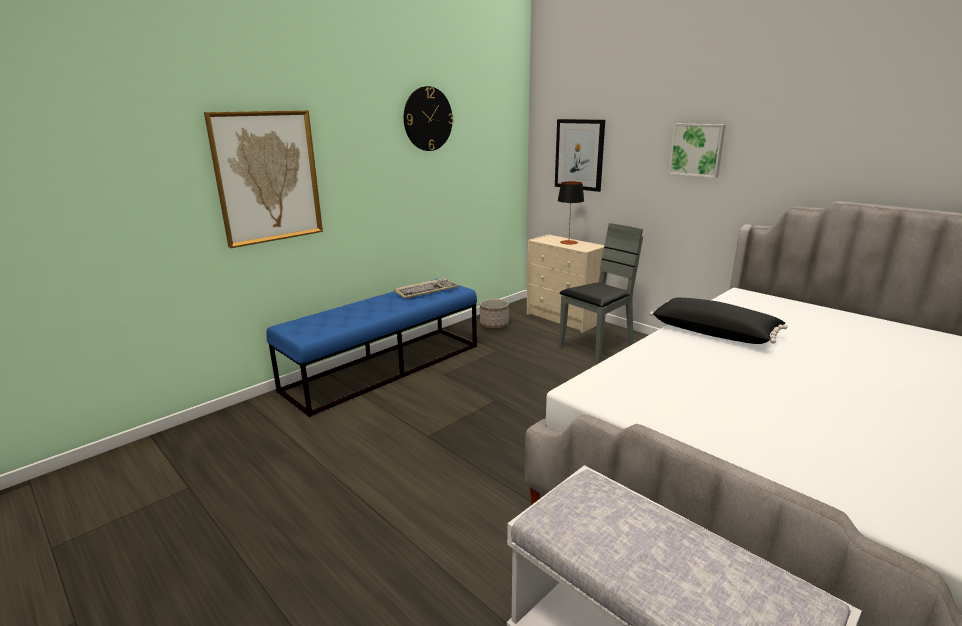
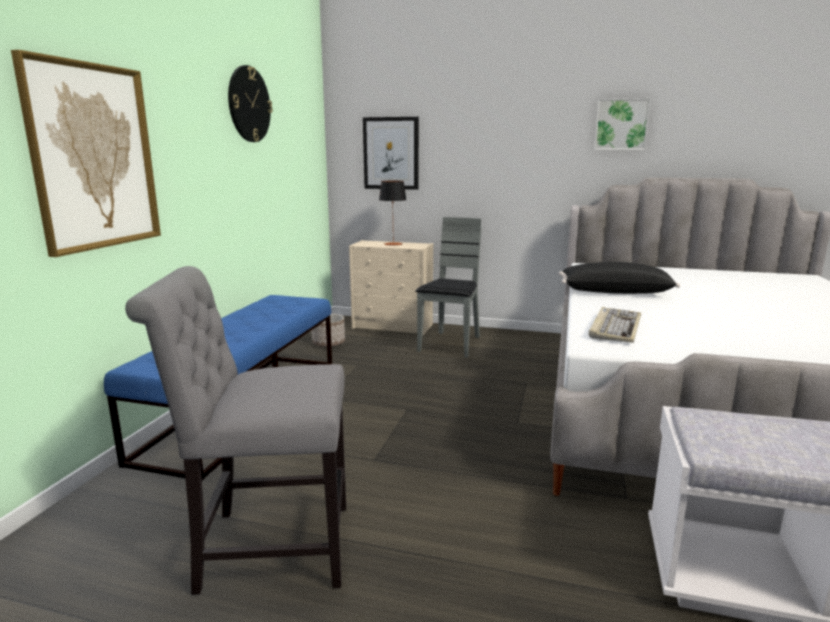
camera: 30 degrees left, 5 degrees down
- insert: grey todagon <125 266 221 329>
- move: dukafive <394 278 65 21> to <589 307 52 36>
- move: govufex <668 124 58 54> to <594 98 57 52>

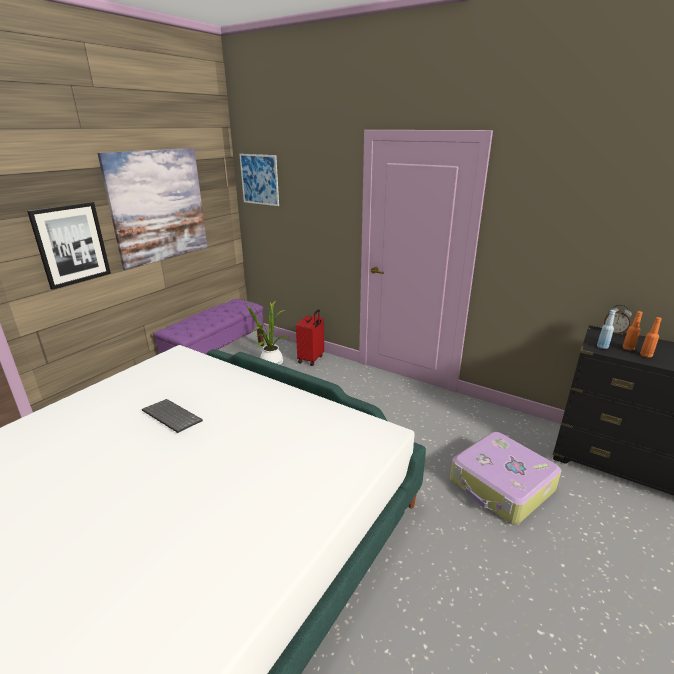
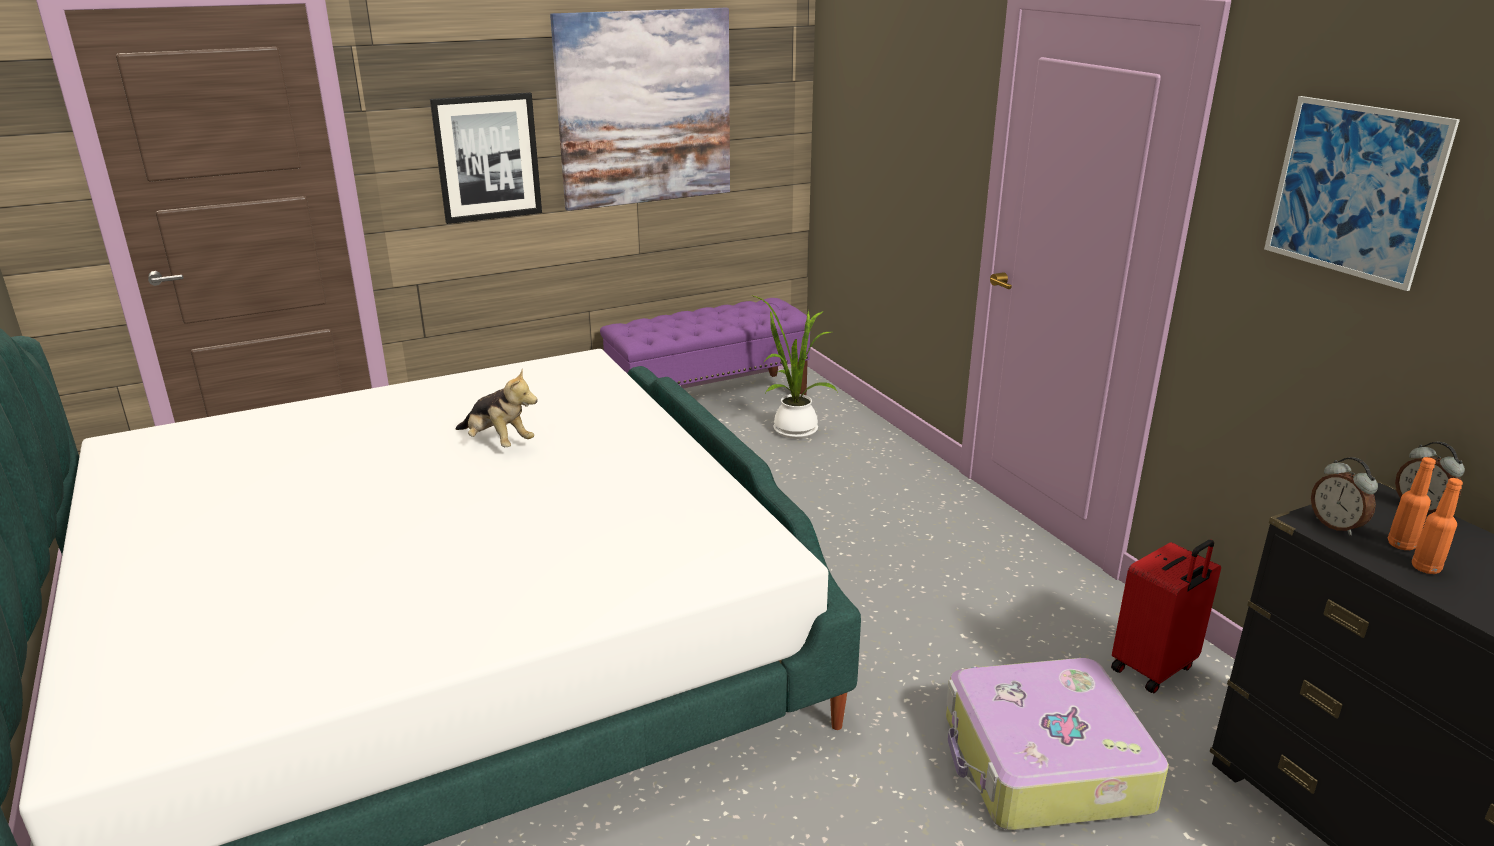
camera: 30 degrees right, 0 degrees up
- move: govufex <239 154 40 52> to <1264 96 196 195>
- move: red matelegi <296 309 28 57> to <1111 540 110 154>
- replace: dukafive <142 399 61 34> to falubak <456 369 82 78>
- replace: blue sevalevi <597 310 19 39> to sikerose <1311 457 67 78>

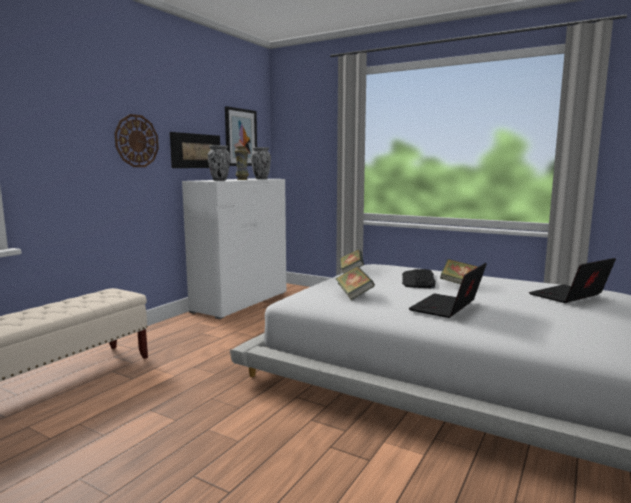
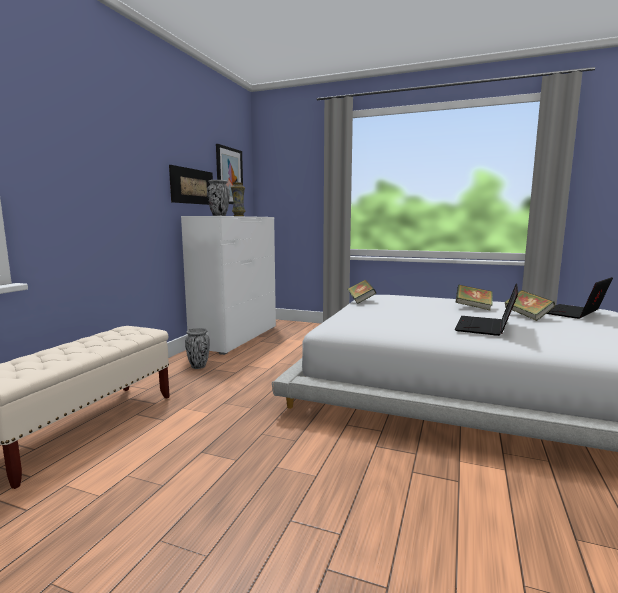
camera: 10 degrees left, 0 degrees up
- delete: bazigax <114 114 45 53>
- delete: dukafive <402 269 33 19>
- move: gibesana <251 147 20 32> to <185 328 25 41>
- move: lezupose <335 266 40 34> to <504 290 51 31>

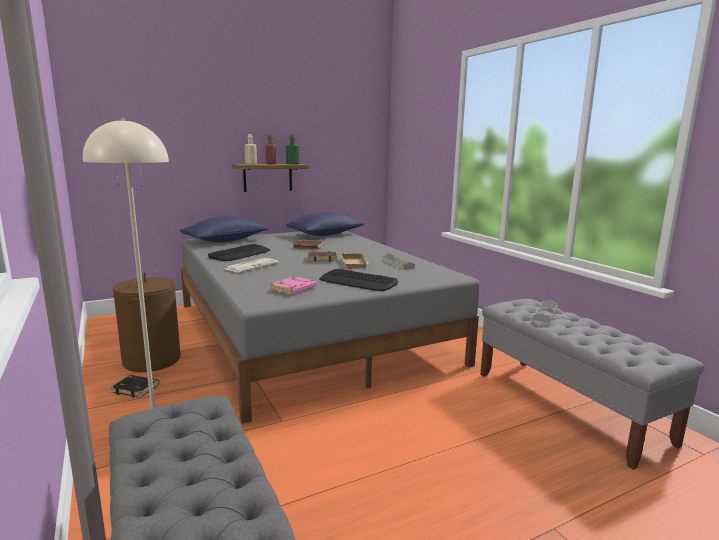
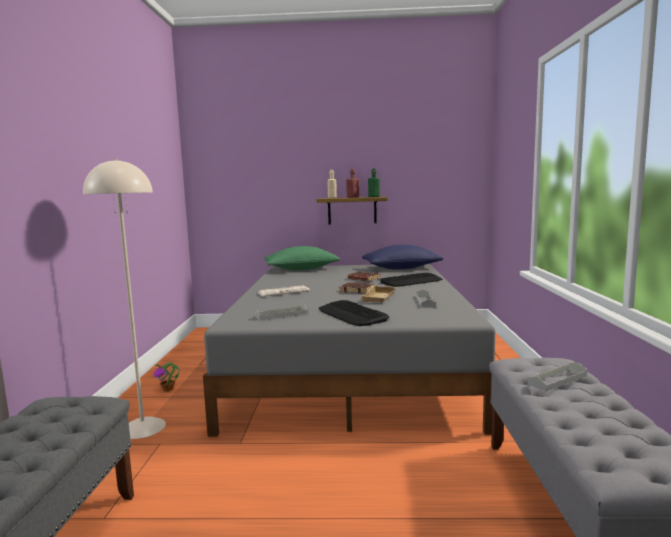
camera: 30 degrees right, 5 degrees down
- delete: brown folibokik <113 272 68 100>
- move: dukafive <208 244 62 17> to <380 273 62 14>
- replace: black lezupose <110 375 49 23> to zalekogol <153 362 26 29>
- replace: pink lezupose <271 276 45 18> to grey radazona <255 304 52 17>
- recolor: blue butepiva <180 216 88 27> to green butepiva <264 246 76 24>

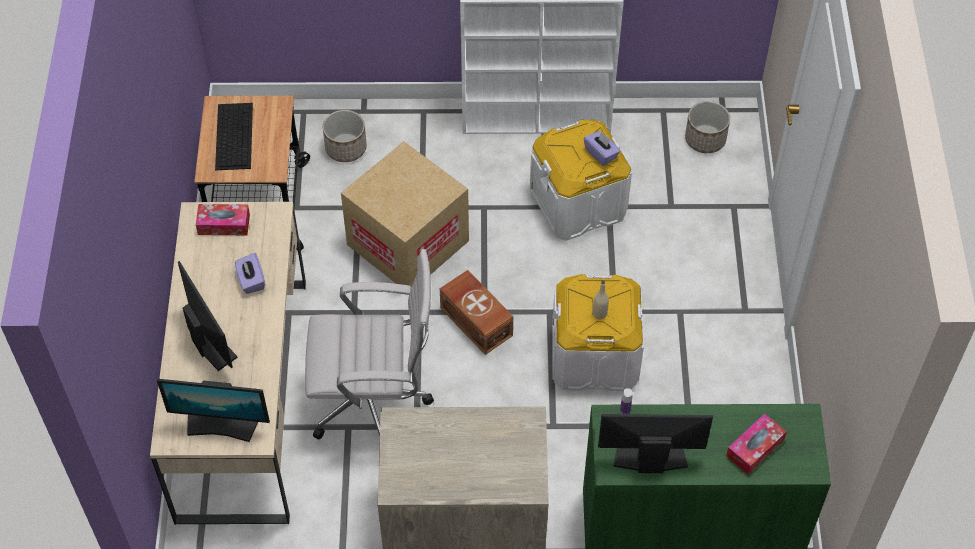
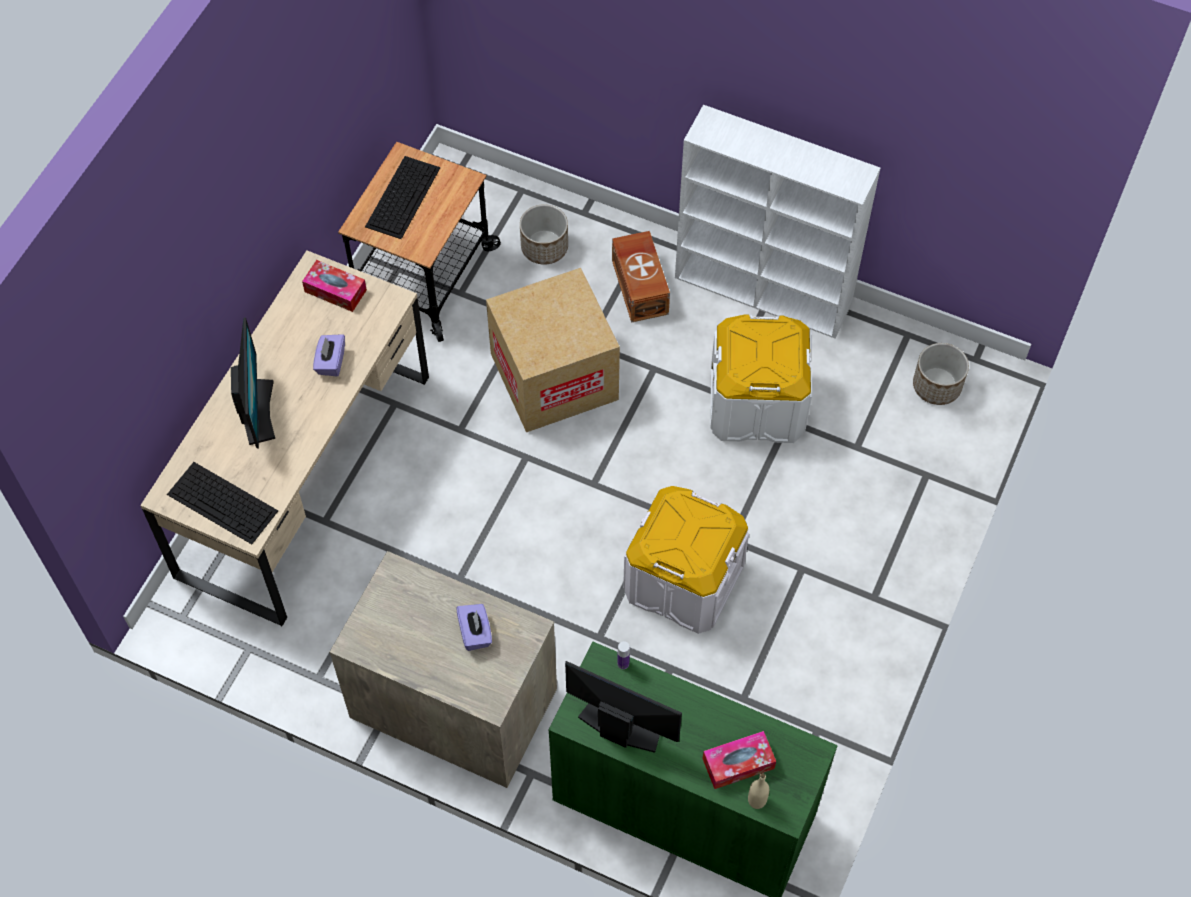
camera: 25 degrees right, 5 degrees up
- delete: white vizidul <305 249 129 191>
- move: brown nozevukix <440 270 73 85> to <612 231 58 91>
- move: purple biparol <584 131 36 35> to <456 604 36 47>
- move: beige sevalevi <593 281 16 38> to <748 773 21 36>
- replace: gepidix <157 379 113 63> to dukafive <167 462 111 82>

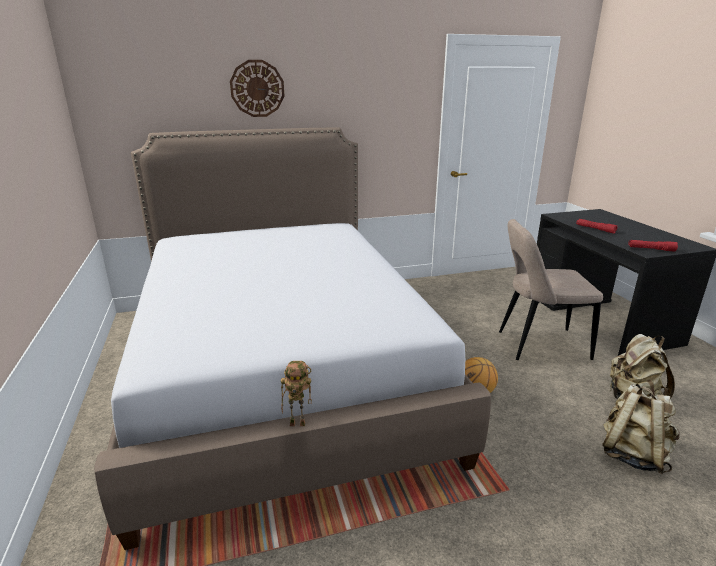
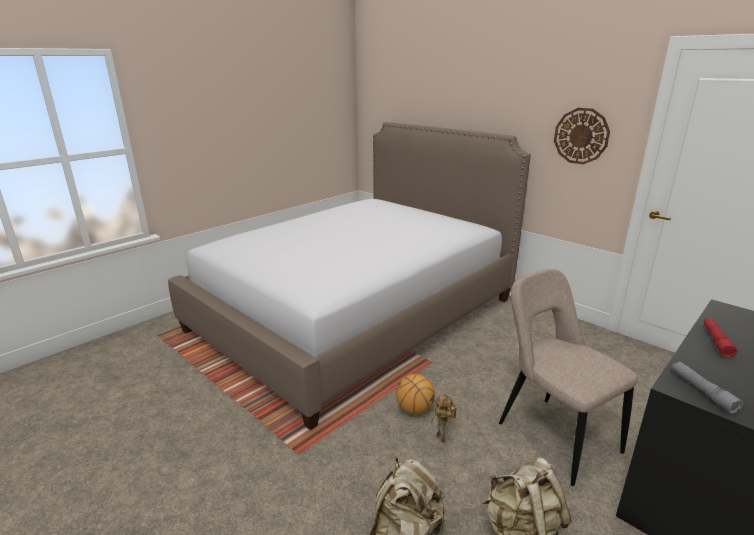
camera: 60 degrees right, 0 degrees up
- move: bazigax <230 60 54 57> to <554 108 56 56>
- move: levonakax <281 361 31 65> to <430 394 27 49>
- recolor: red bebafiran <628 240 50 12> to grey bebafiran <671 362 72 52>

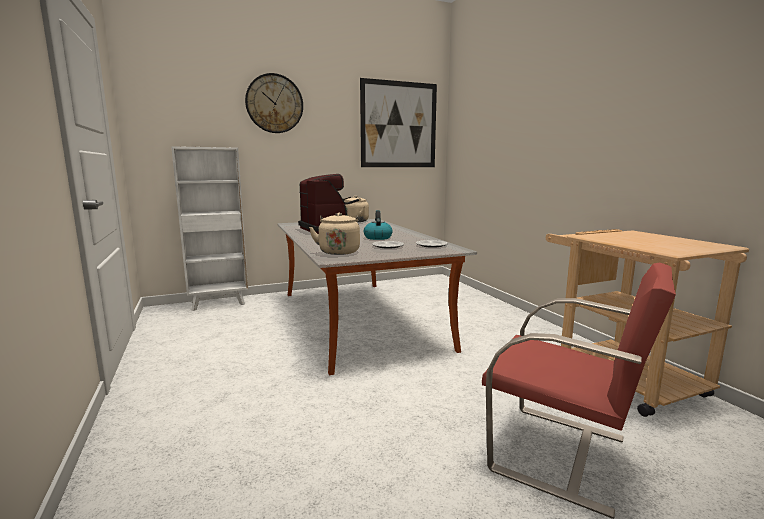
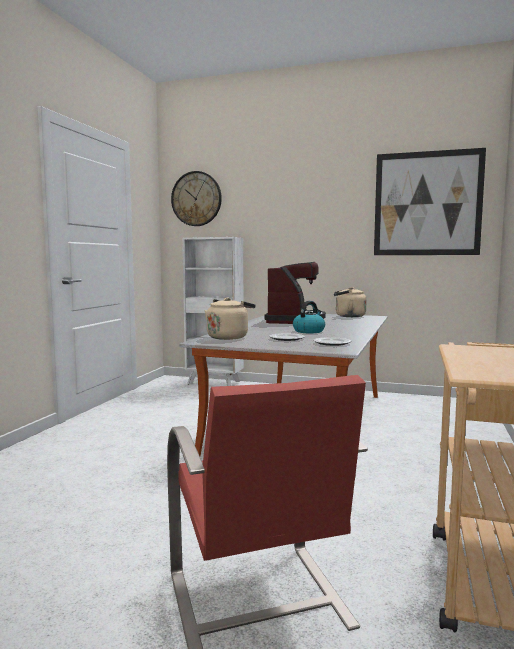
camera: 40 degrees right, 5 degrees down
- move: bazigax <245 73 58 60> to <171 171 51 55>

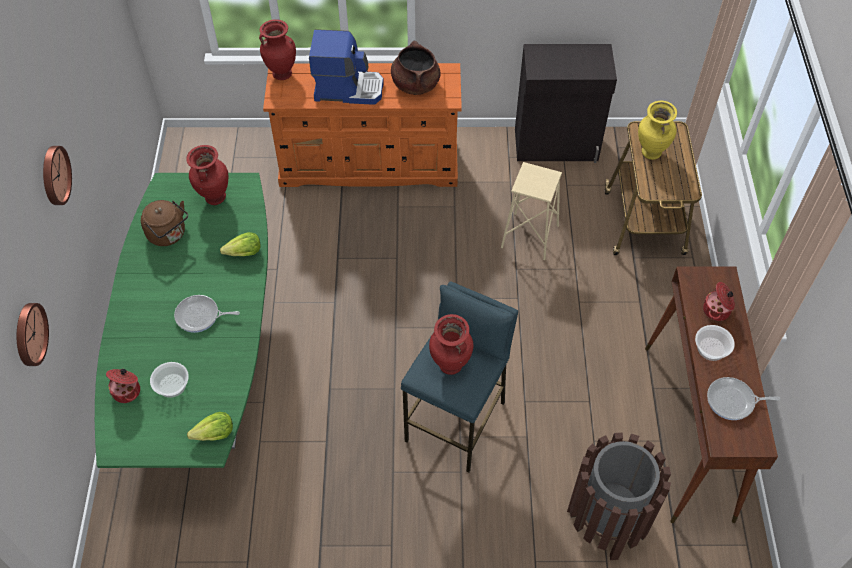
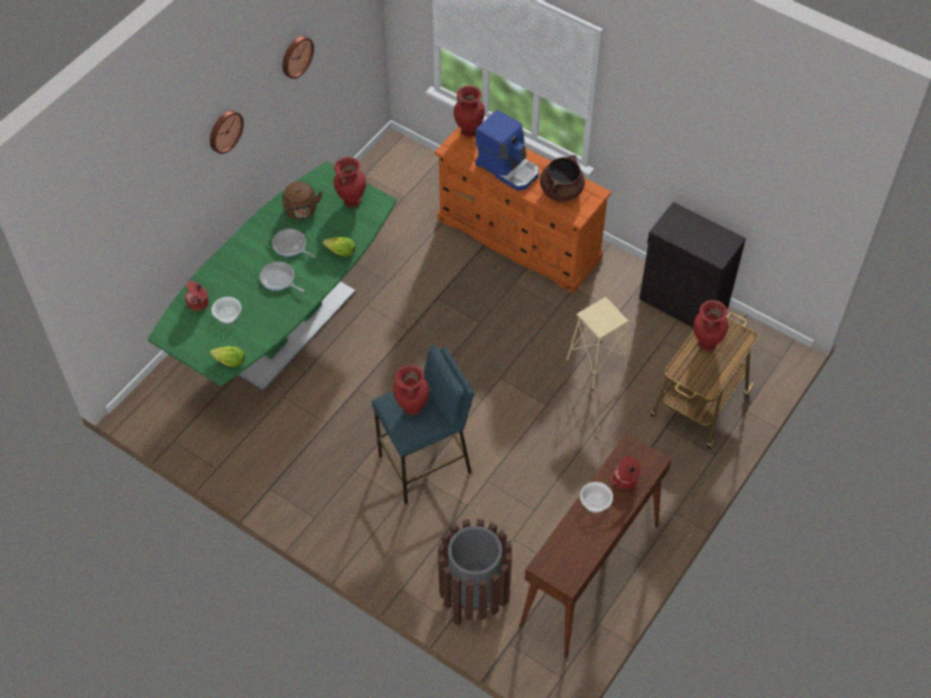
camera: 35 degrees right, 0 degrees up
- move: bazigax <17 303 32 63> to <282 36 32 43>
- move: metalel <707 377 74 43> to <272 229 44 29>
- recolor: yellow gibesana <638 101 39 59> to red gibesana <693 300 35 51>

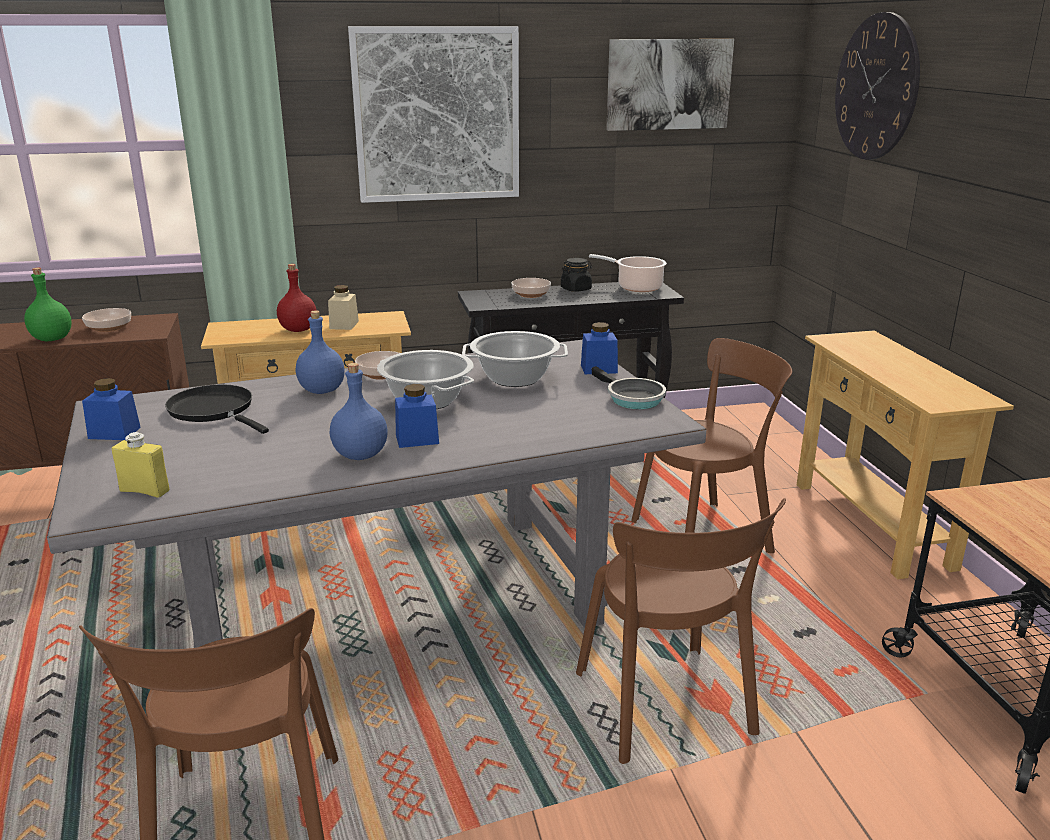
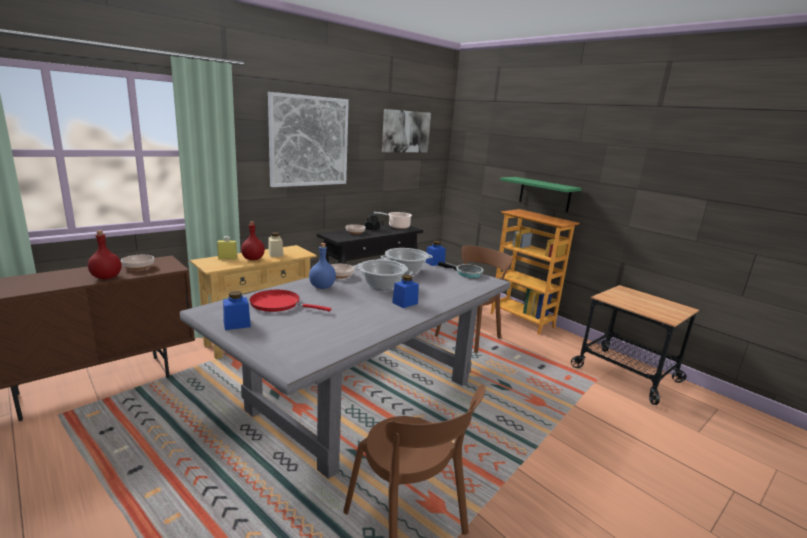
camera: 30 degrees left, 5 degrees down
- delete: blue sevalevi <330 363 57 97>
- delete: brown todagon <576 498 210 266>
- delete: bazigax <835 12 85 148>
- insert: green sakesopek <500 177 82 35>
- move: yellow sevalevi <112 432 57 66> to <217 236 20 24>
- replace: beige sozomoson <797 331 217 248> to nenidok <491 209 89 126>
- recolor: green sevalevi <24 268 48 73> to red sevalevi <88 230 34 49>
- recolor: black metalel <165 385 104 49> to red metalel <249 290 82 22>

